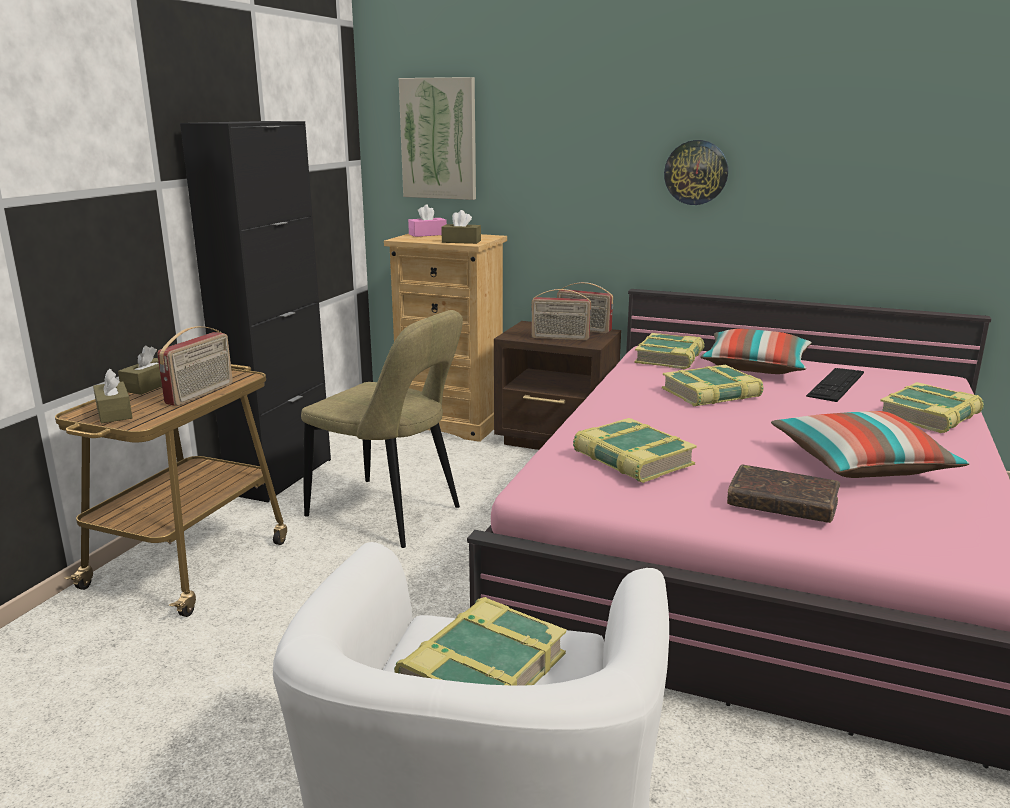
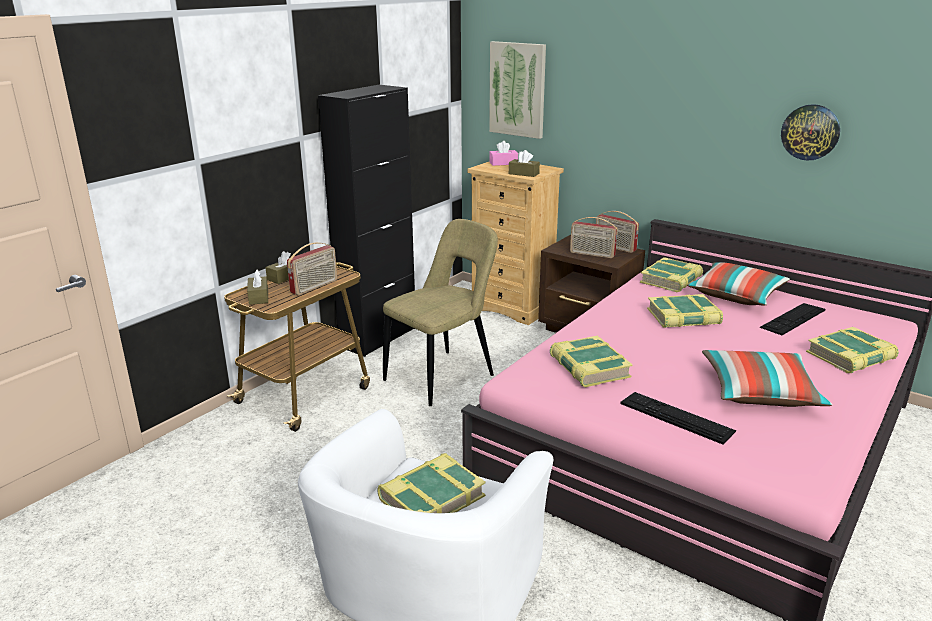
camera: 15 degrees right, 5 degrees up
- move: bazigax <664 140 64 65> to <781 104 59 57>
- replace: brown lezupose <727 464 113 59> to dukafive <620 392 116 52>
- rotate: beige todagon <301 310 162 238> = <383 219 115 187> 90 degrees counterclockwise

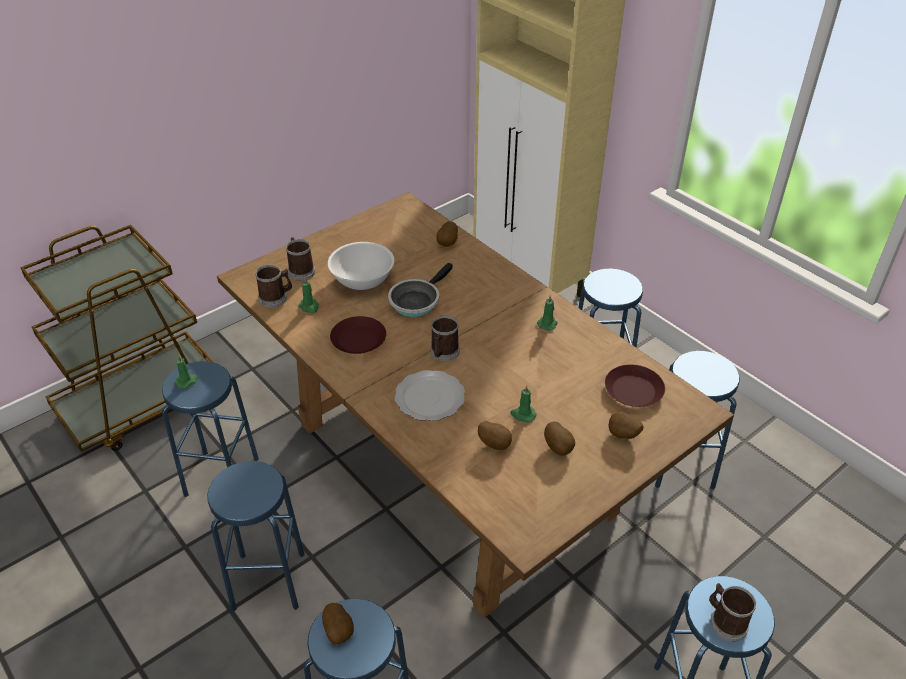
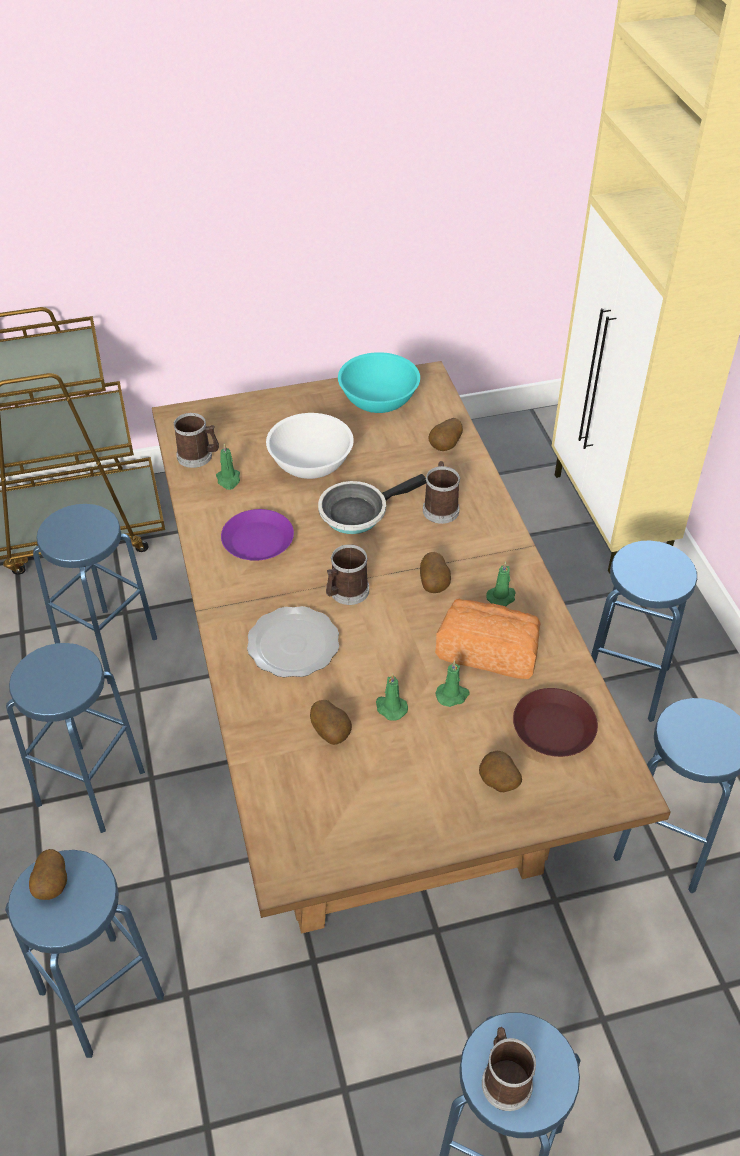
camera: 25 degrees right, 5 degrees up
- insert: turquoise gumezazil <338 352 82 61>
- insert: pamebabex <435 598 106 81>
- move: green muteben <175 355 23 34> to <435 660 35 47>
- move: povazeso <286 237 29 44> to <423 461 37 63>
- move: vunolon <544 422 31 34> to <420 552 31 41>
- recolor: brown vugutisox <330 316 56 38> to purple vugutisox <221 509 73 52>

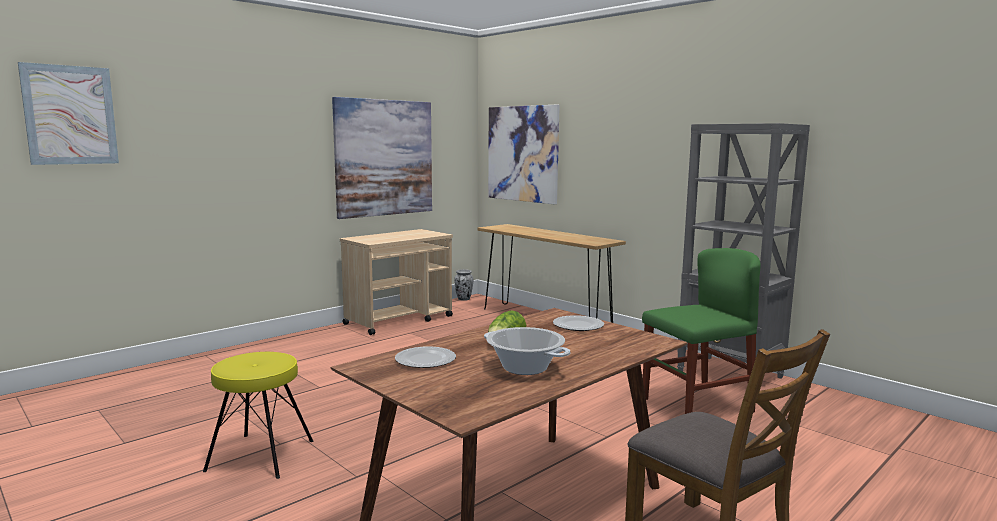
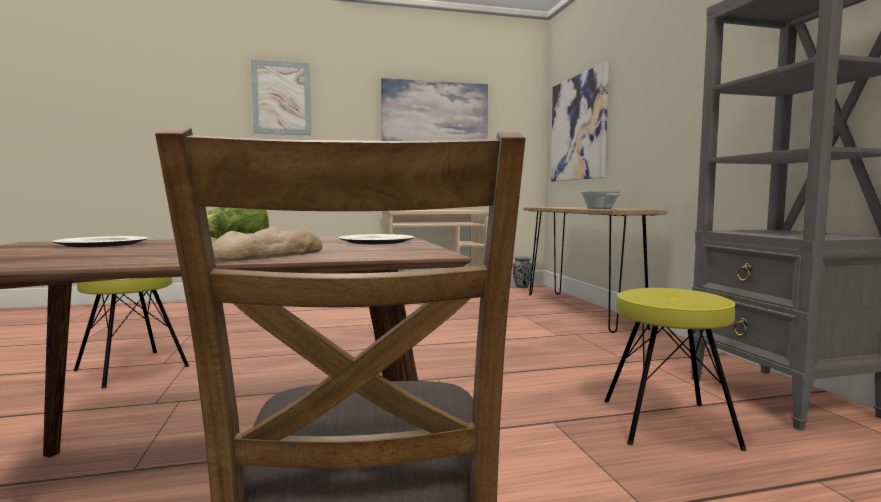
camera: 30 degrees right, 5 degrees down
- insert: pamebabex <212 227 110 35>
- move: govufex <18 62 101 103> to <251 60 60 75>
- move: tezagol <484 327 86 48> to <581 191 41 18>
- replace: green todagon <642 248 119 166> to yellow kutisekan <604 288 143 163>

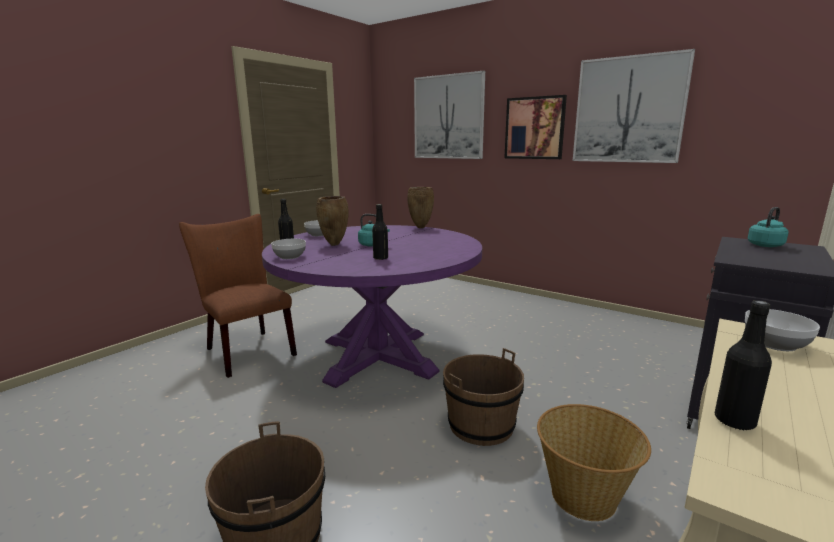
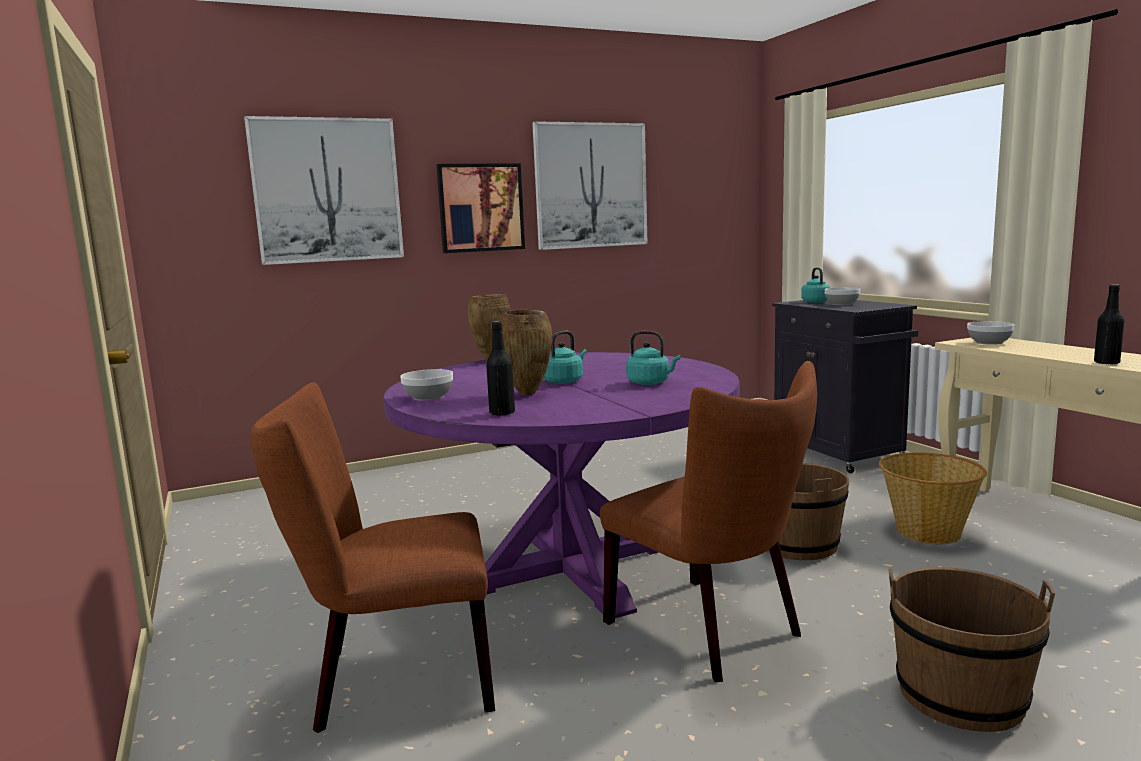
camera: 60 degrees left, 5 degrees down
- insert: brown todagon <600 361 217 321>
- move: gumezazil <271 239 35 20> to <825 287 35 18>
- replace: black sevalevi <372 204 16 56> to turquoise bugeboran <626 331 54 54>

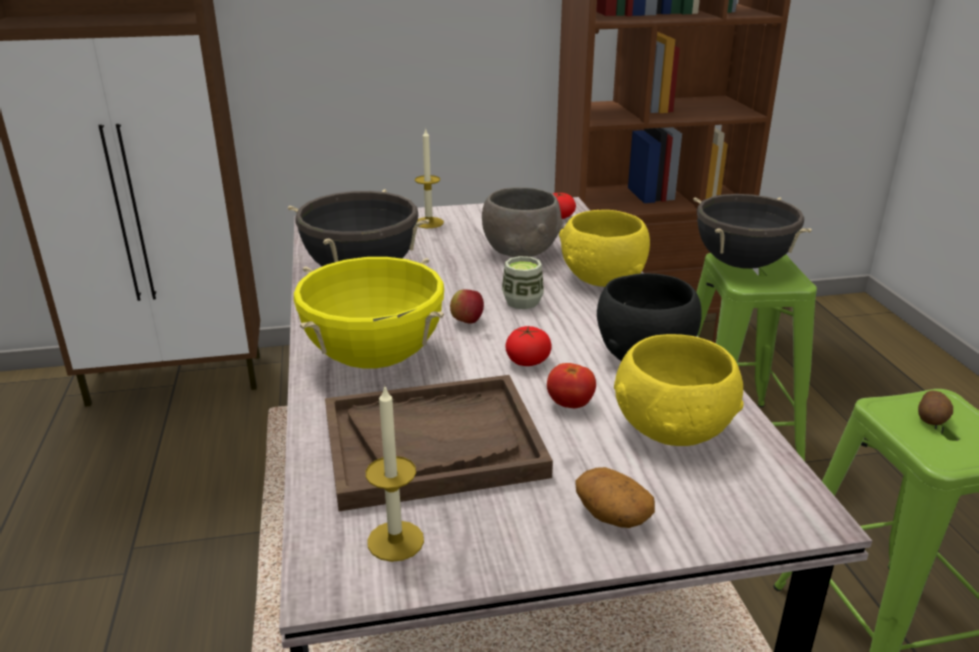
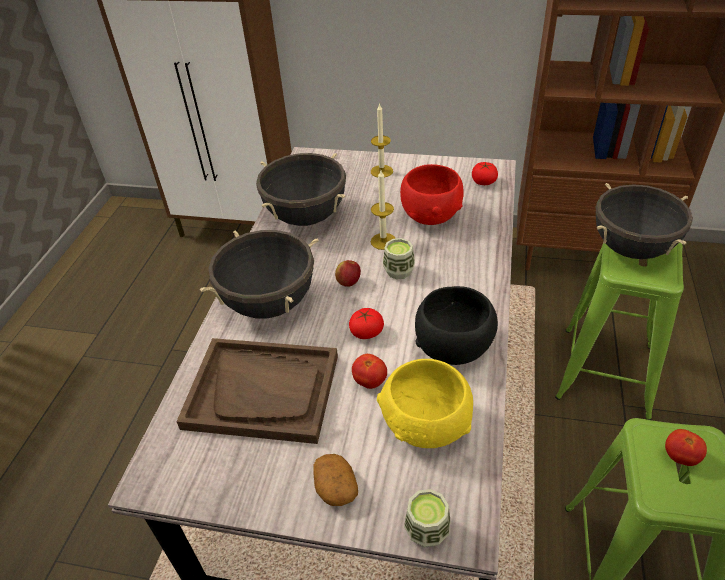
camera: 25 degrees right, 15 degrees up
- delete: yellow gumezazil <559 210 91 77>
- insert: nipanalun <404 489 46 58>
- move: muteben <366 384 58 178> to <371 170 25 80>
- replace: vunolon <918 391 35 34> to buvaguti <665 429 42 37>
- recolor: yellow tezagol <294 257 150 112> to black tezagol <200 230 118 88>
- recolor: grey gumezazil <482 187 82 70> to red gumezazil <400 164 64 61>

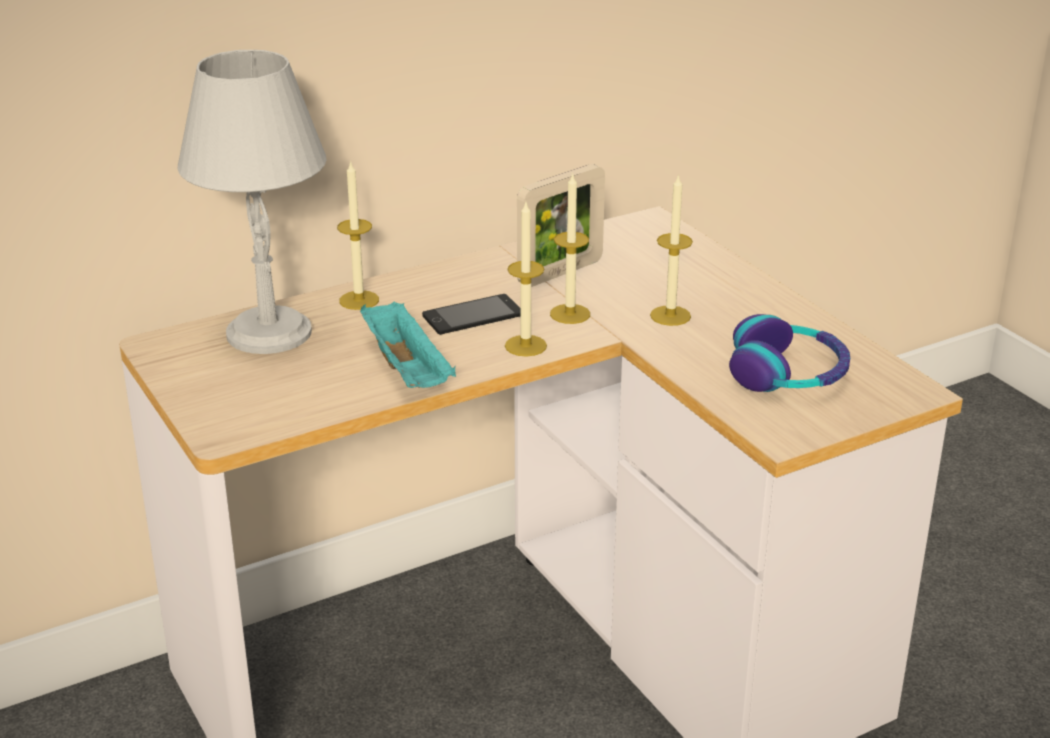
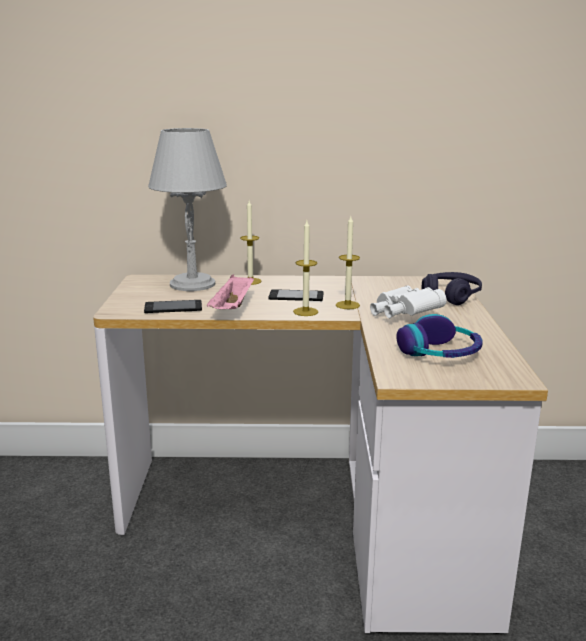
camera: 30 degrees right, 10 degrees down
- delete: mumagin <517 164 88 123>
- insert: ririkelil <144 300 58 13>
- insert: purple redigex <422 272 60 33>
- replace: muteben <650 174 43 152> to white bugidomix <370 285 77 33>
- recolor: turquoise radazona <360 301 96 87> to pink radazona <207 275 47 34>

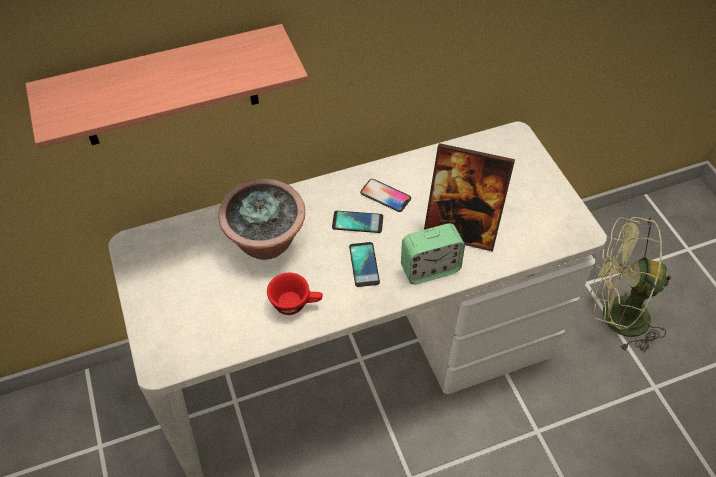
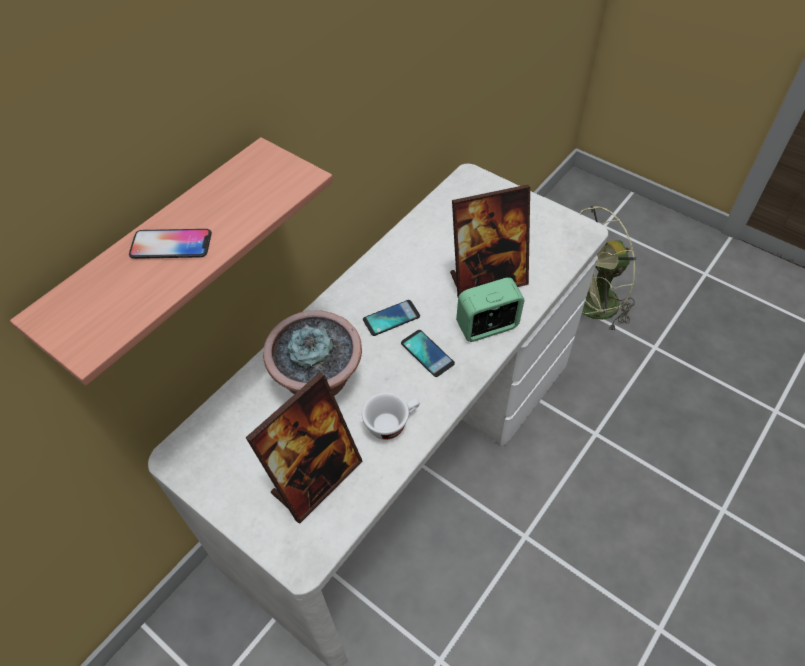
camera: 30 degrees left, 0 degrees up
- insert: mumagin <245 372 117 152>
- move: ririkelil <360 179 51 33> to <129 229 83 30>
- recolor: red nipanalun <267 273 56 42> to white nipanalun <362 392 57 48>
- rotate: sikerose <401 223 64 61> = <456 277 69 65> 150 degrees counterclockwise

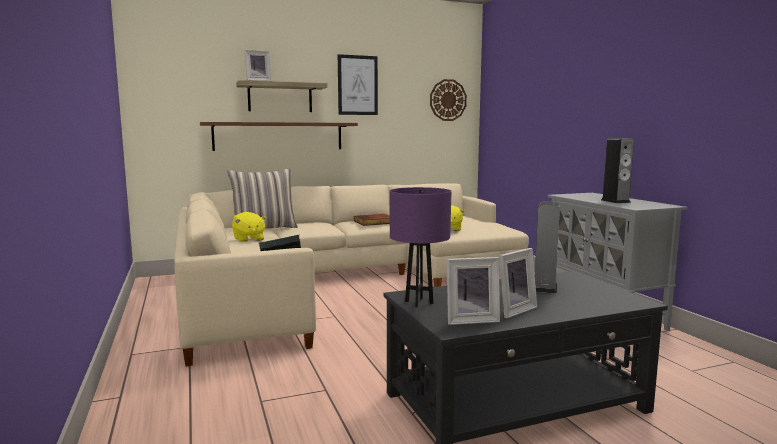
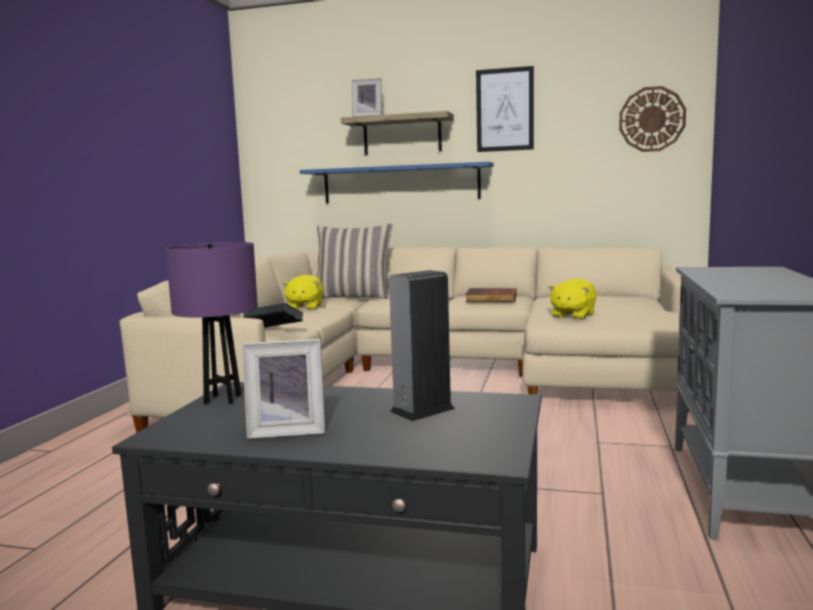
camera: 35 degrees right, 0 degrees up
- delete: mumagin <447 257 53 68>
- delete: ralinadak <601 138 33 65>
- recolor: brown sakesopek <200 122 158 29> to blue sakesopek <300 162 193 41>

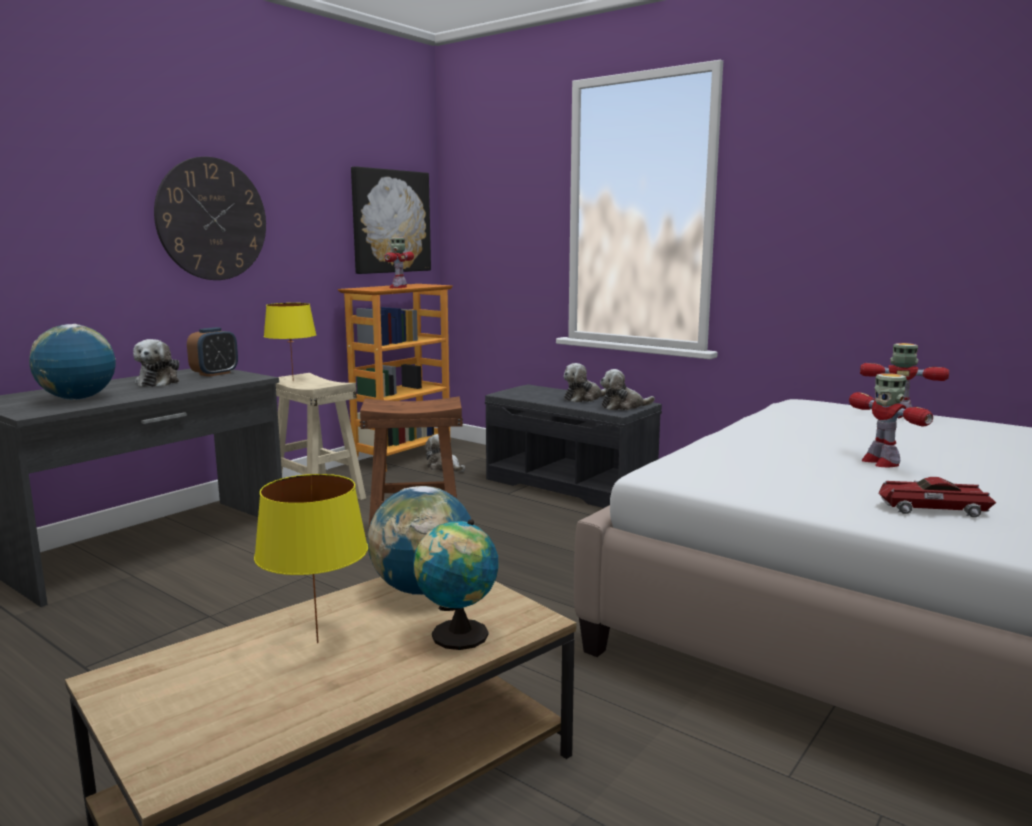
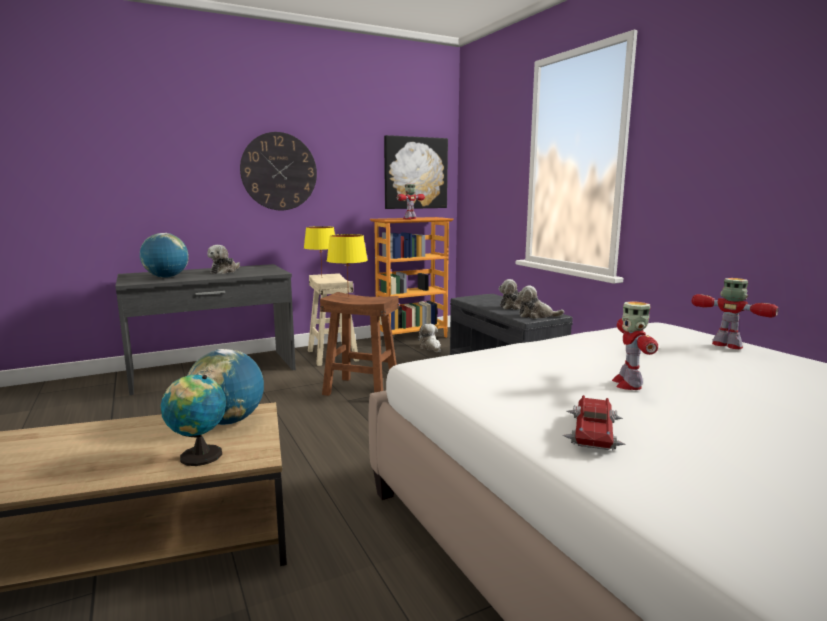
camera: 25 degrees right, 0 degrees up
- delete: sikerose <187 327 51 50>
- move: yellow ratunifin <254 474 114 169> to <327 234 41 63>
- rotate: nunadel <878 477 118 40> = <562 395 64 56> 75 degrees clockwise

